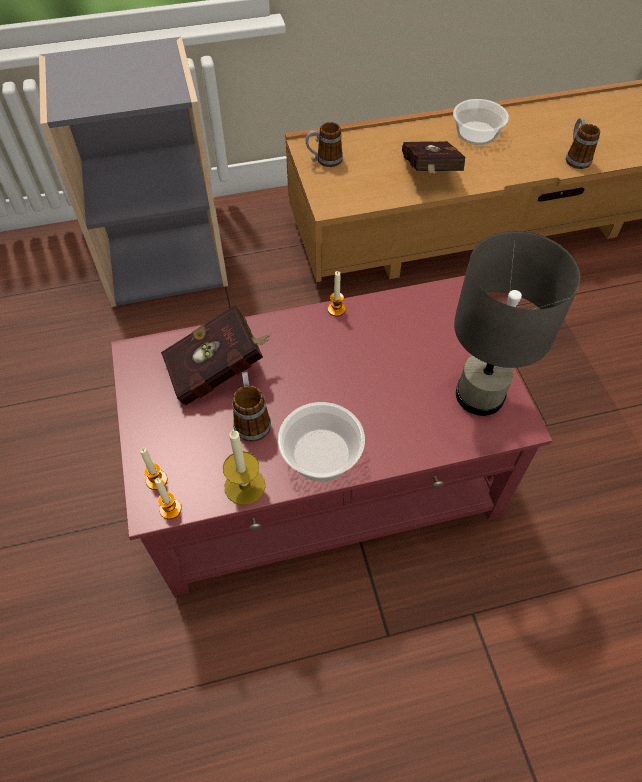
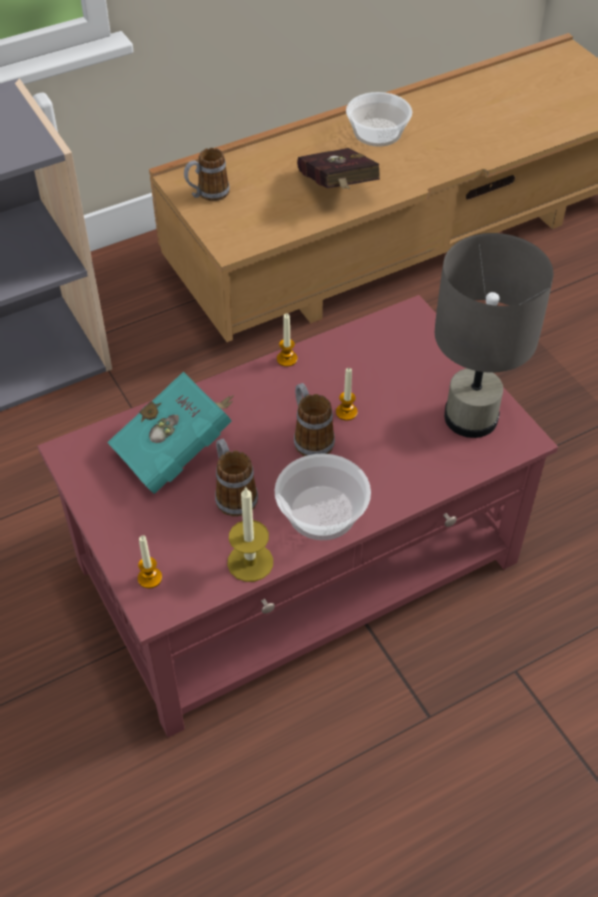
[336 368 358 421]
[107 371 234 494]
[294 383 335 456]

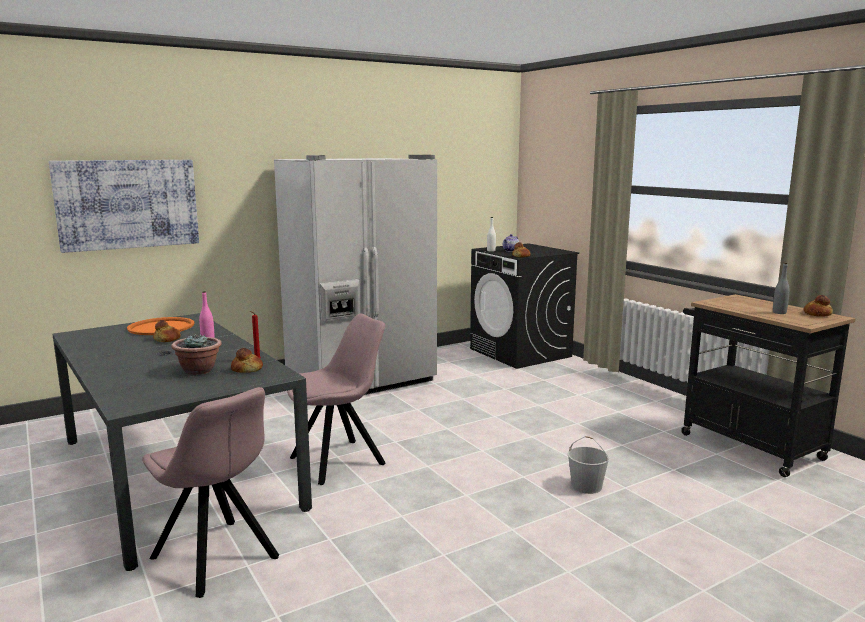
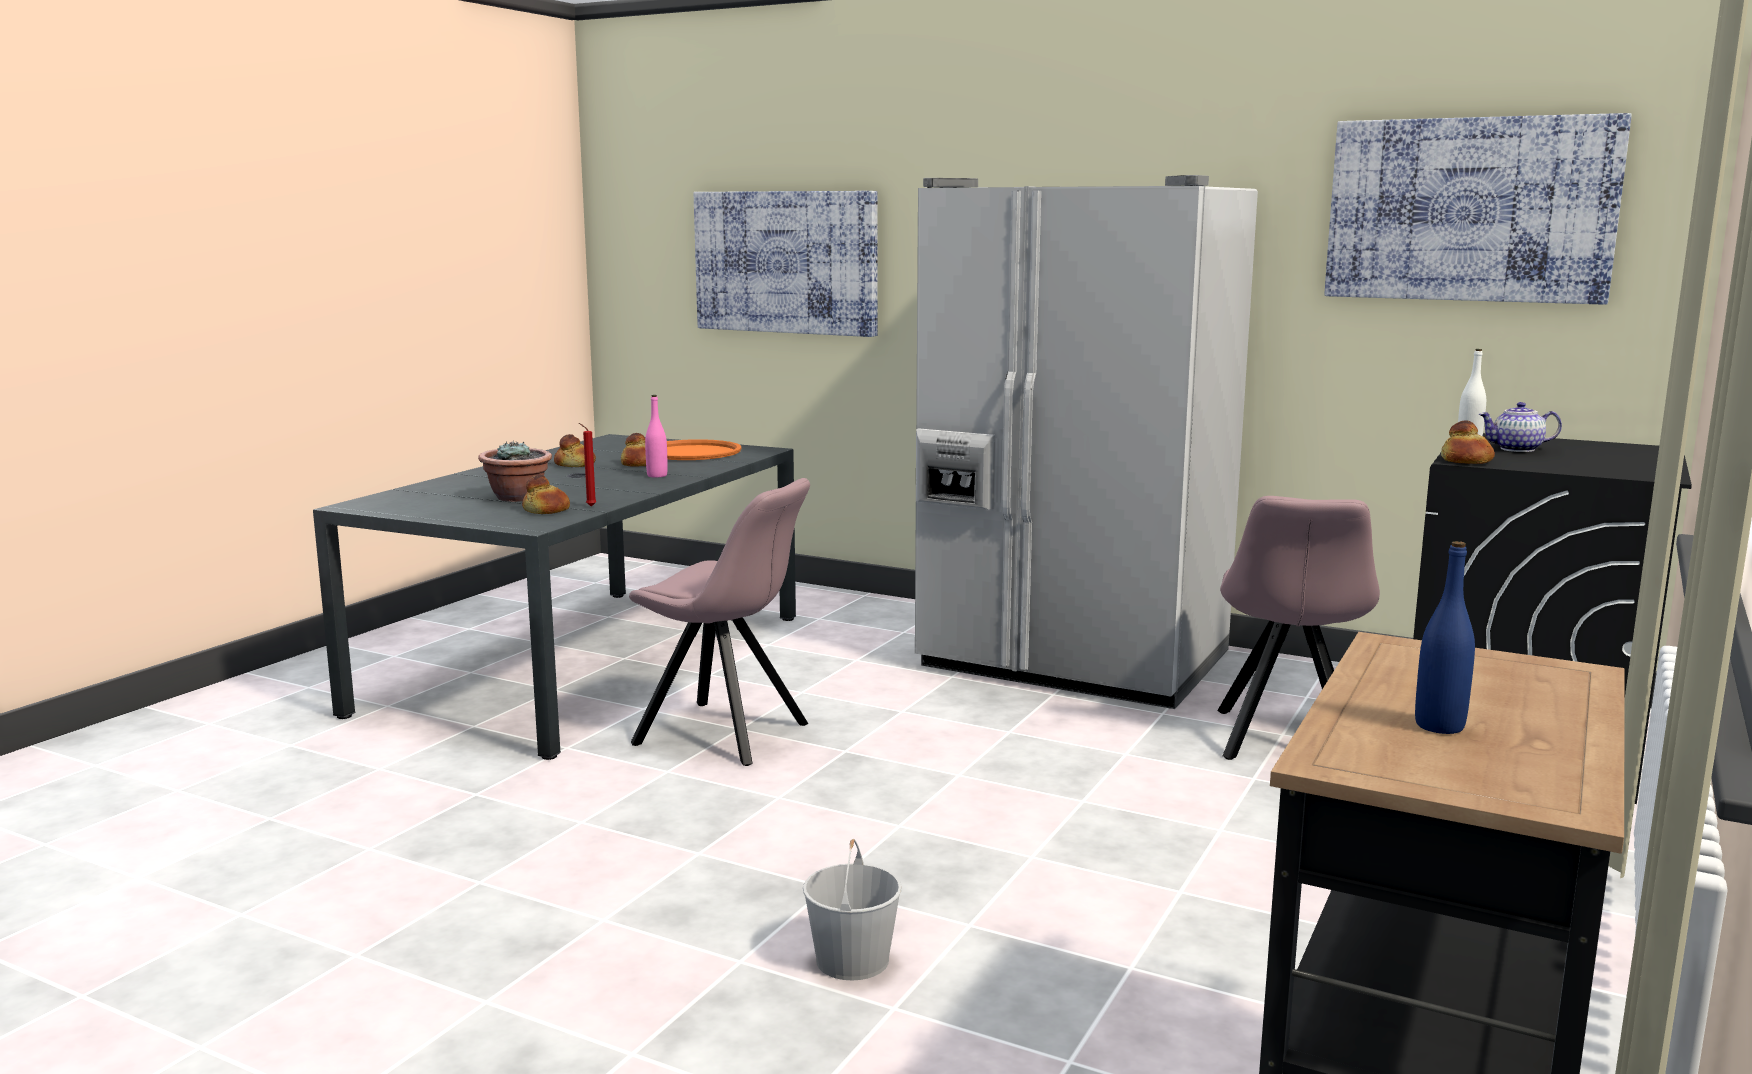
[1217 496 1380 760]
[1415 541 1475 734]
[554 434 596 467]
[1325 113 1631 305]

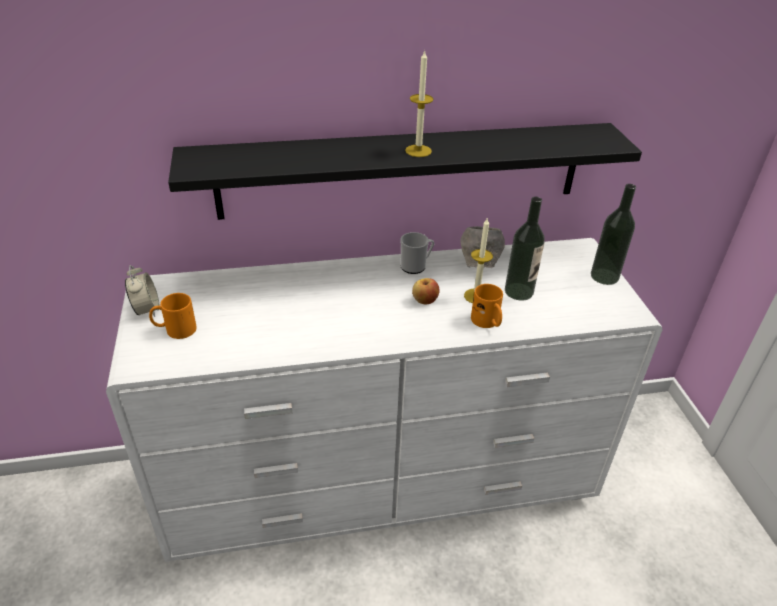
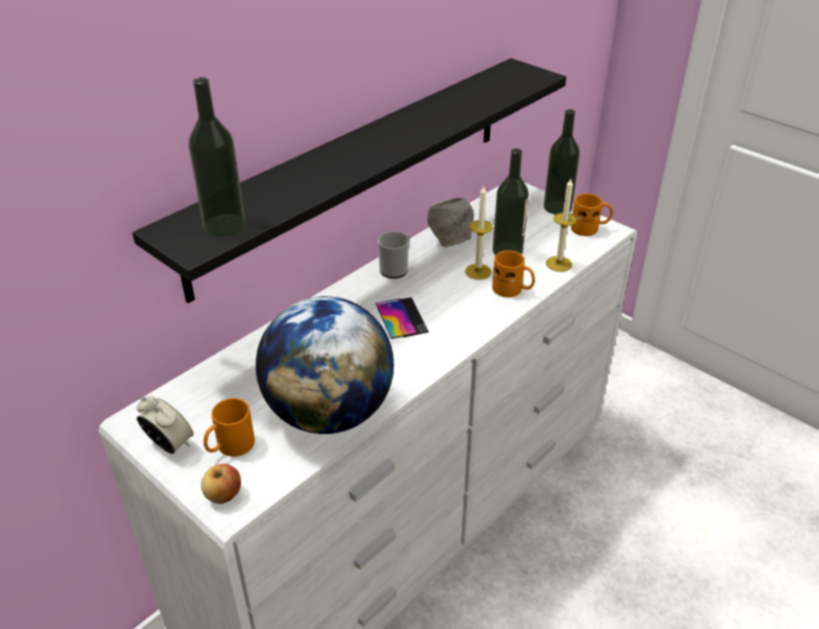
[546 179 577 272]
[201 464 241 504]
[189 77 245 236]
[256 296 394 434]
[375 297 429 339]
[571 194 613 236]

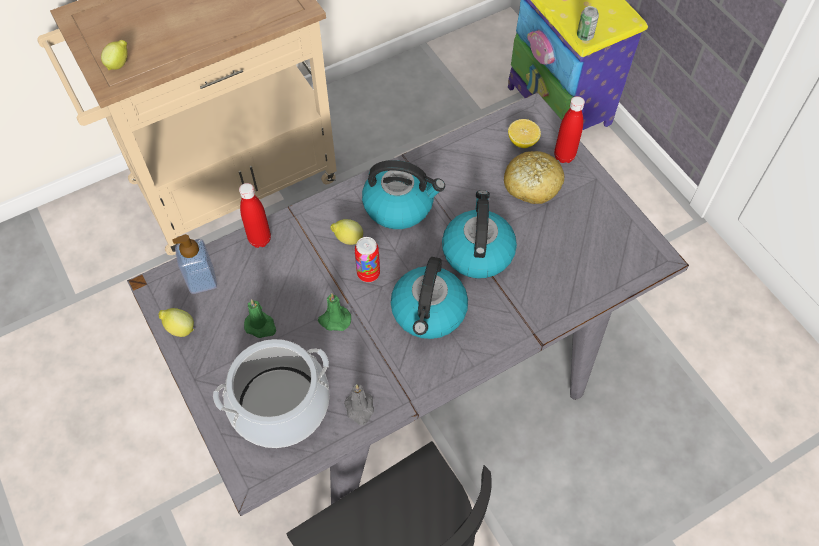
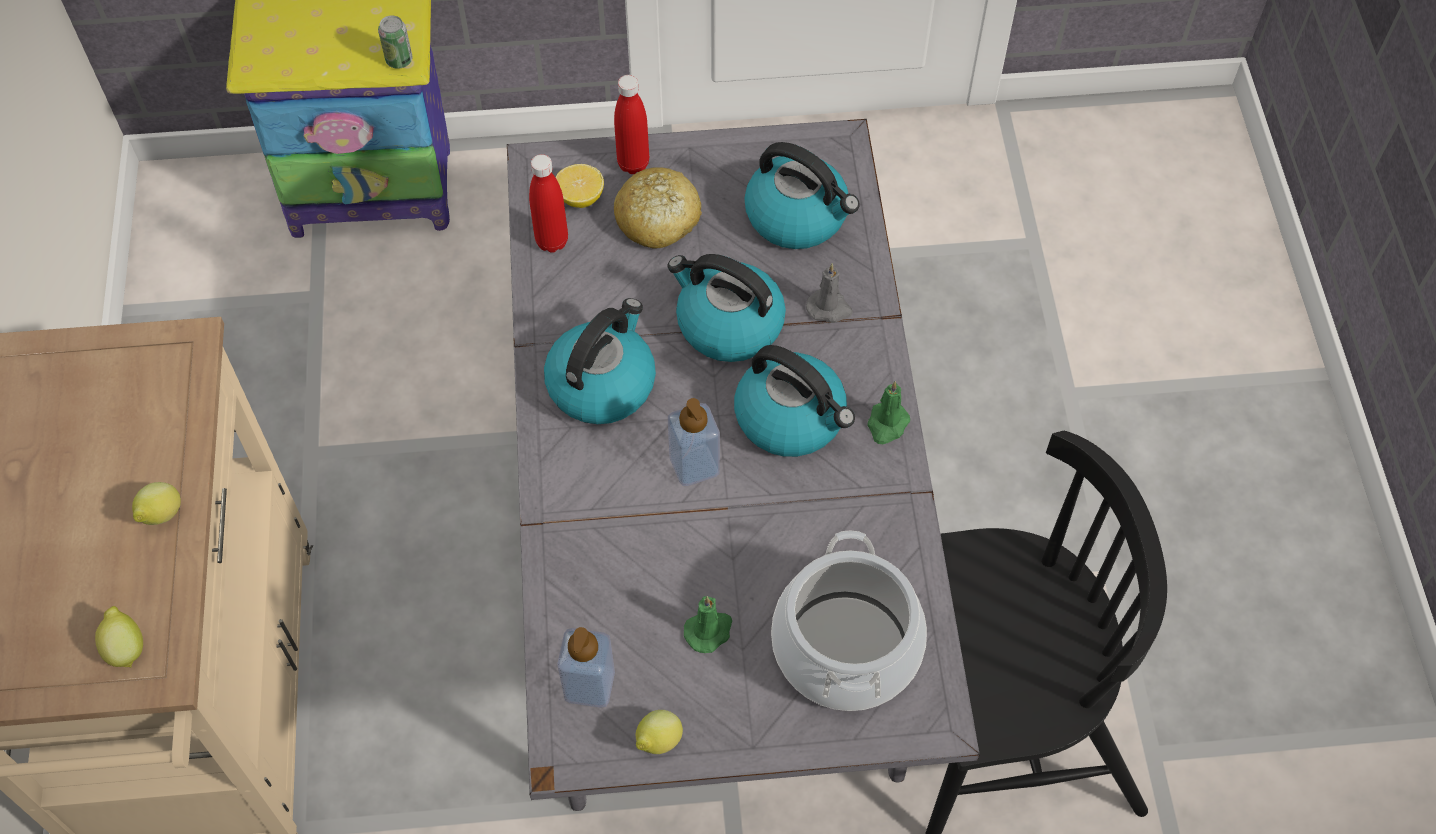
[529 154 568 253]
[867 381 910 444]
[132 482 181 525]
[806 263 853 323]
[668 398 720 486]
[744 142 860 249]

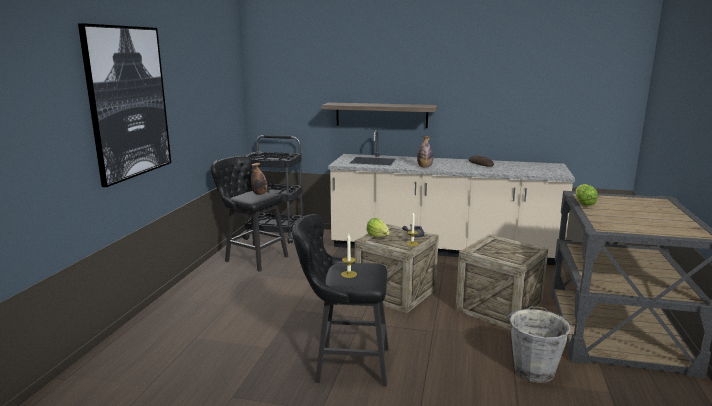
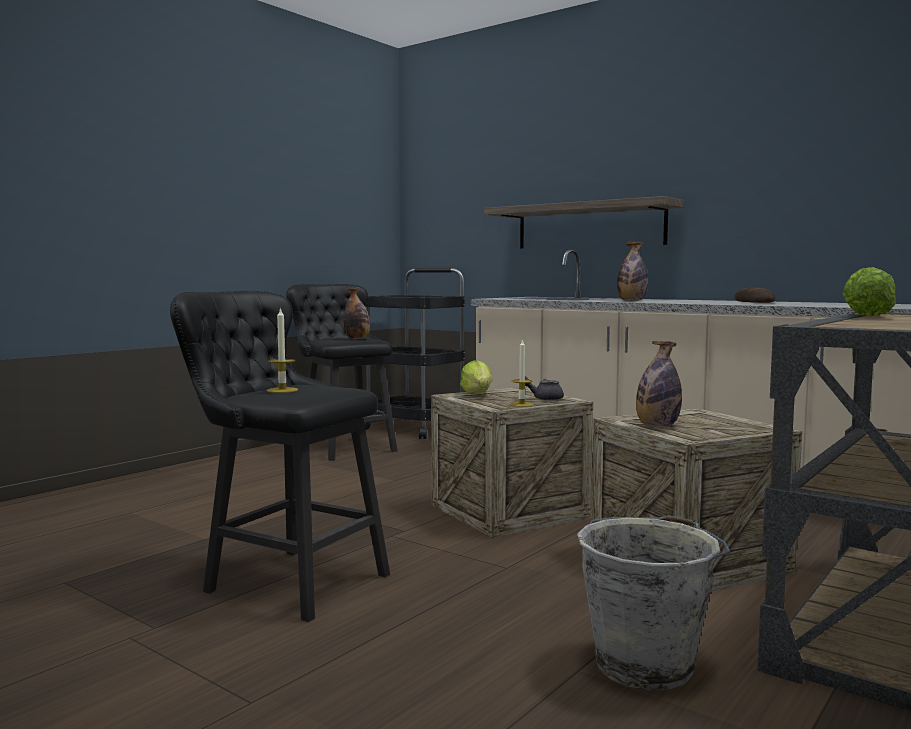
[78 23 171 187] (first image)
[636 341 682 427]

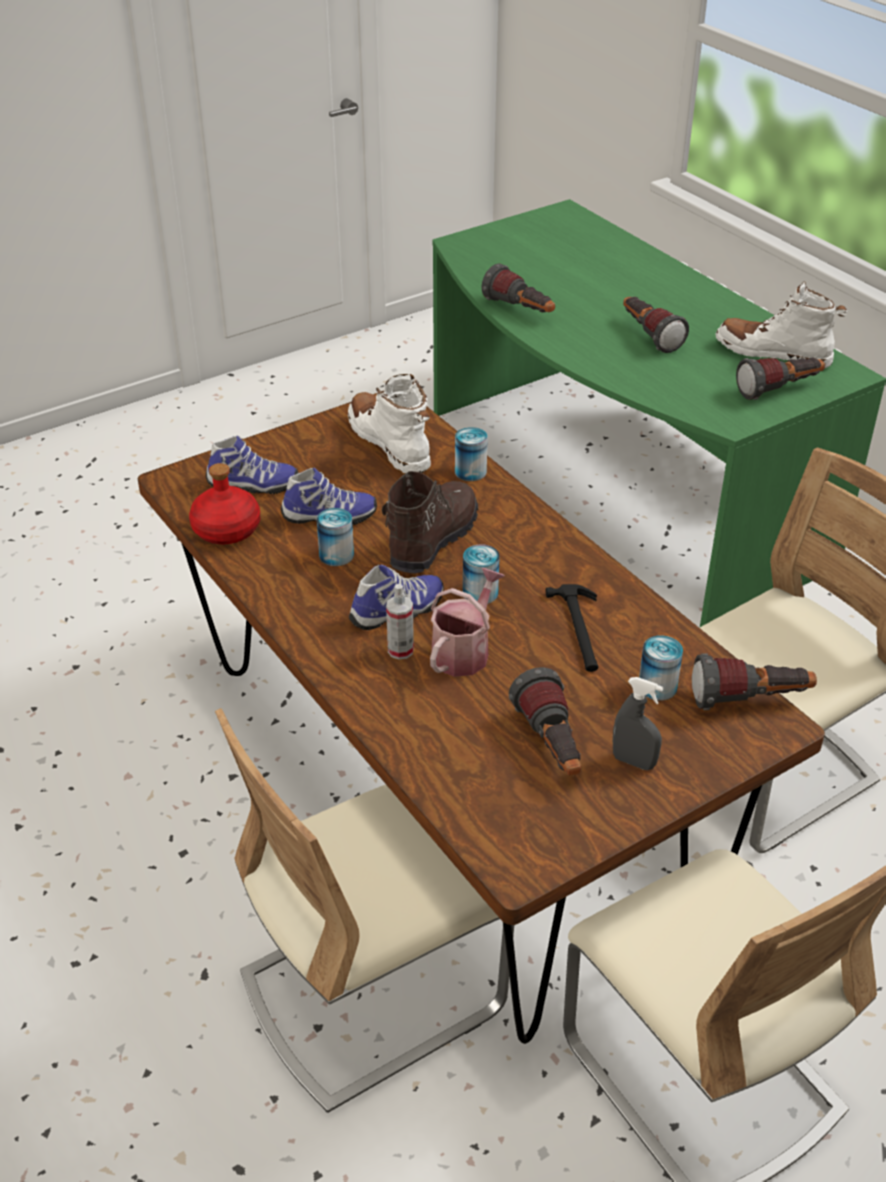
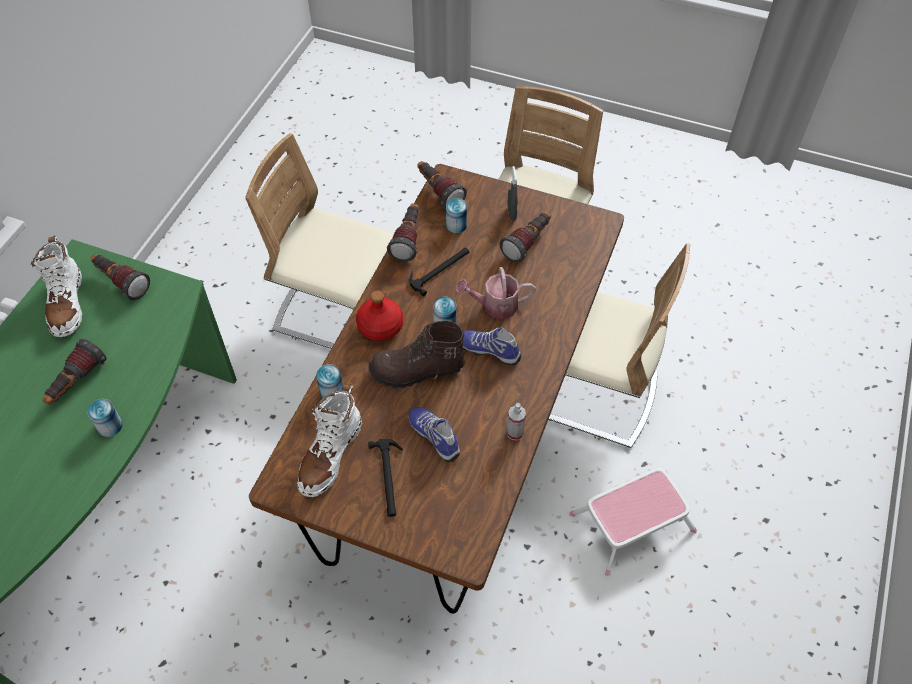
[356 291 403 341]
[206 436 298 494] (first image)
[87 399 123 437]
[507 403 526 441]
[387 204 419 261]
[368 439 403 517]
[569 468 697 576]

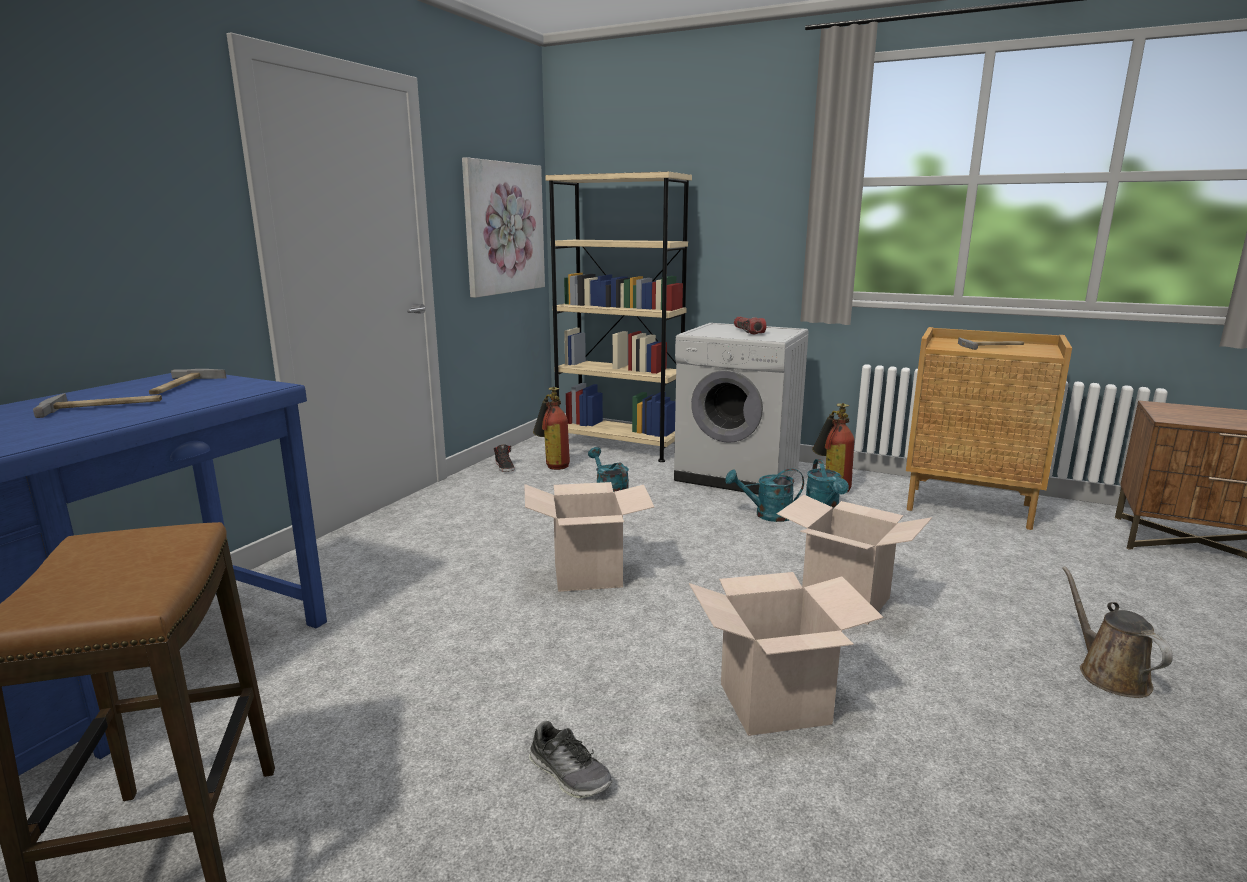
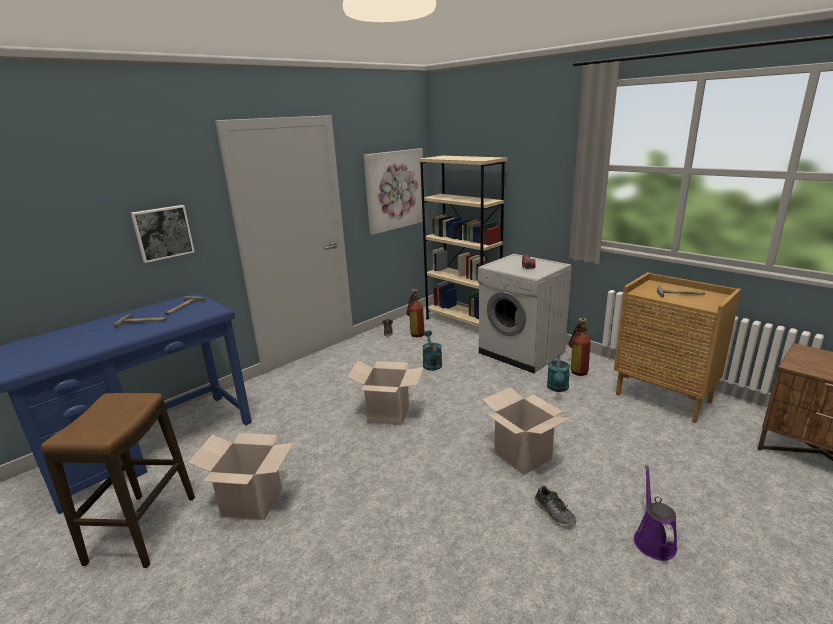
[534 485 577 527]
[188 433 294 520]
[726 468 804 522] (first image)
[634 465 678 561]
[131 205 195 263]

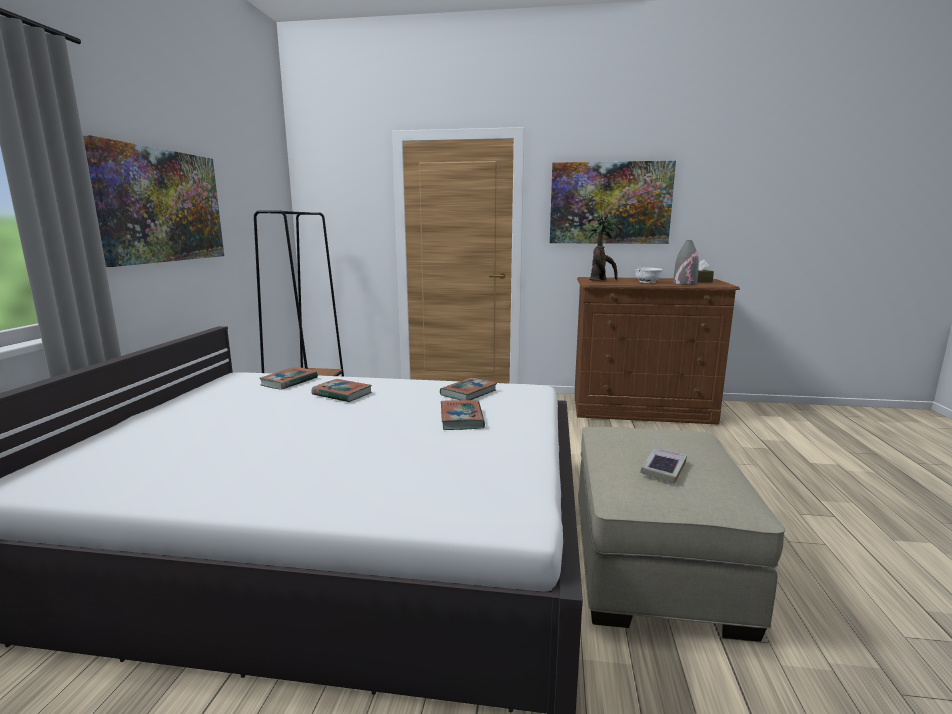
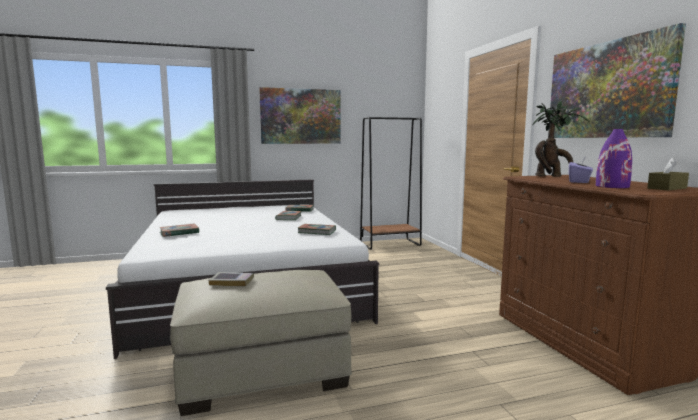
[160 223 199 237]
[569 157 593 183]
[596 129 632 188]

